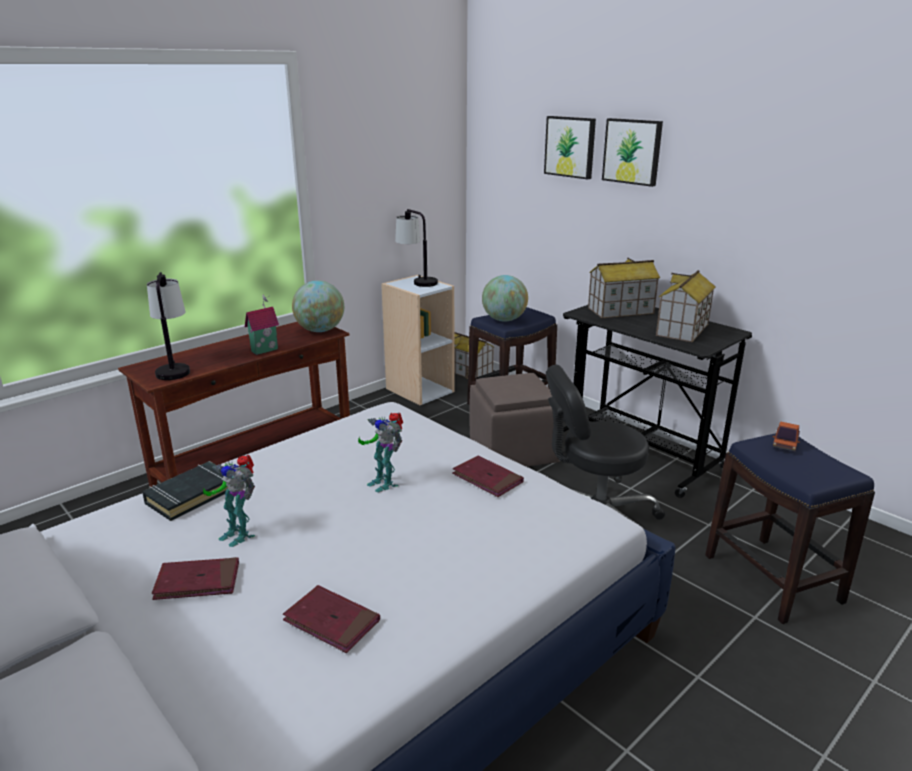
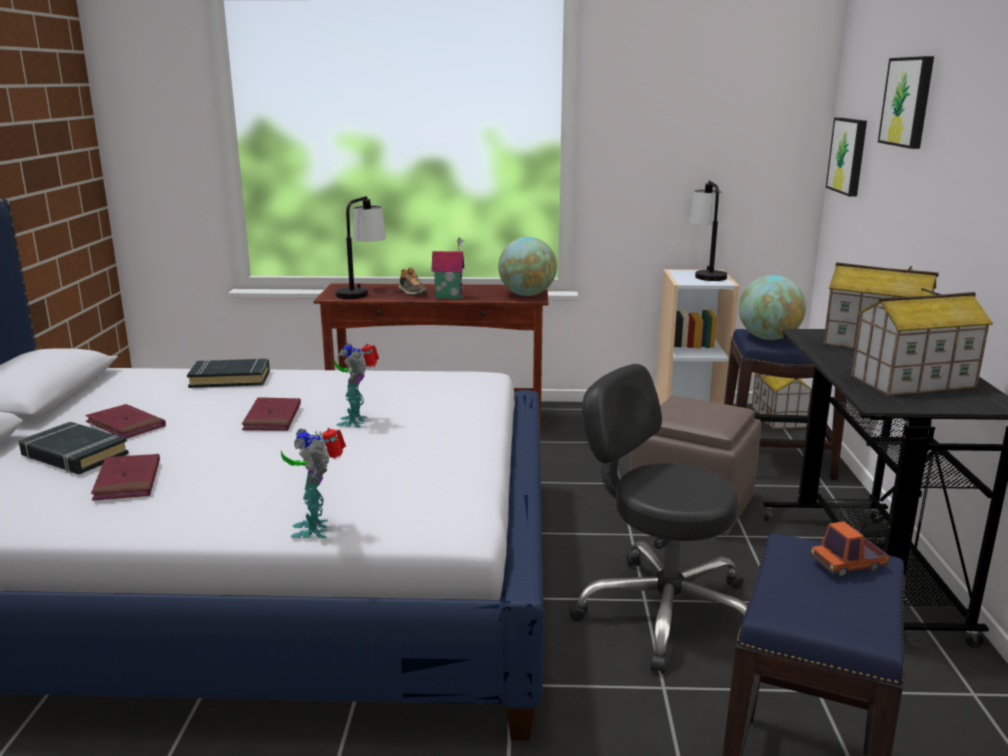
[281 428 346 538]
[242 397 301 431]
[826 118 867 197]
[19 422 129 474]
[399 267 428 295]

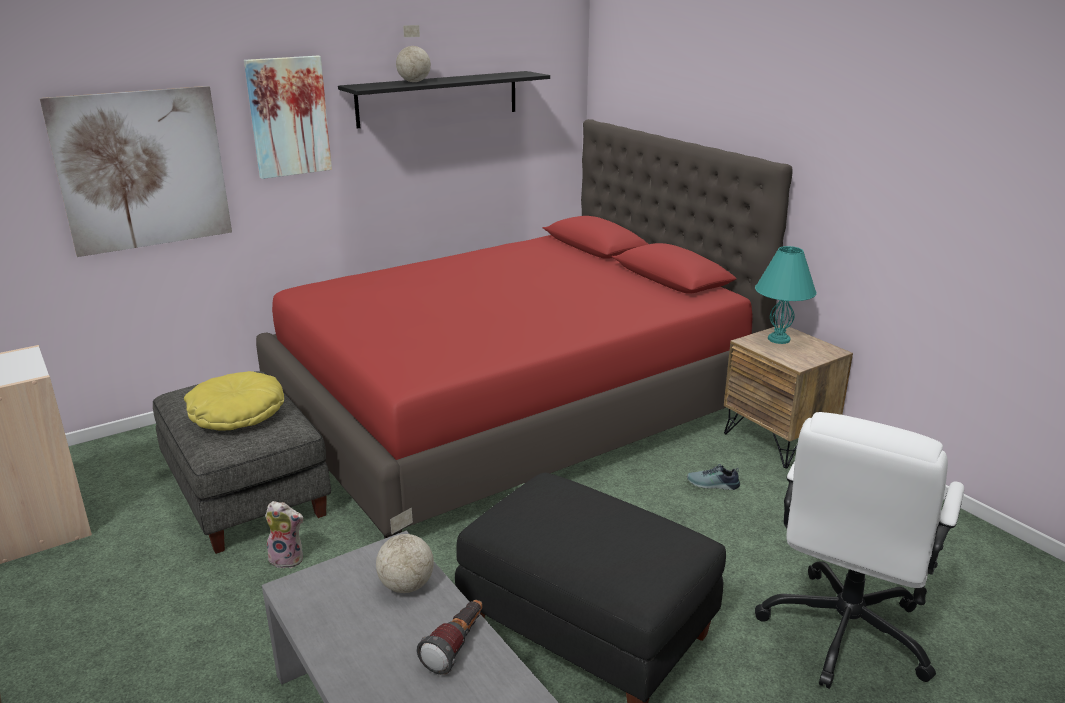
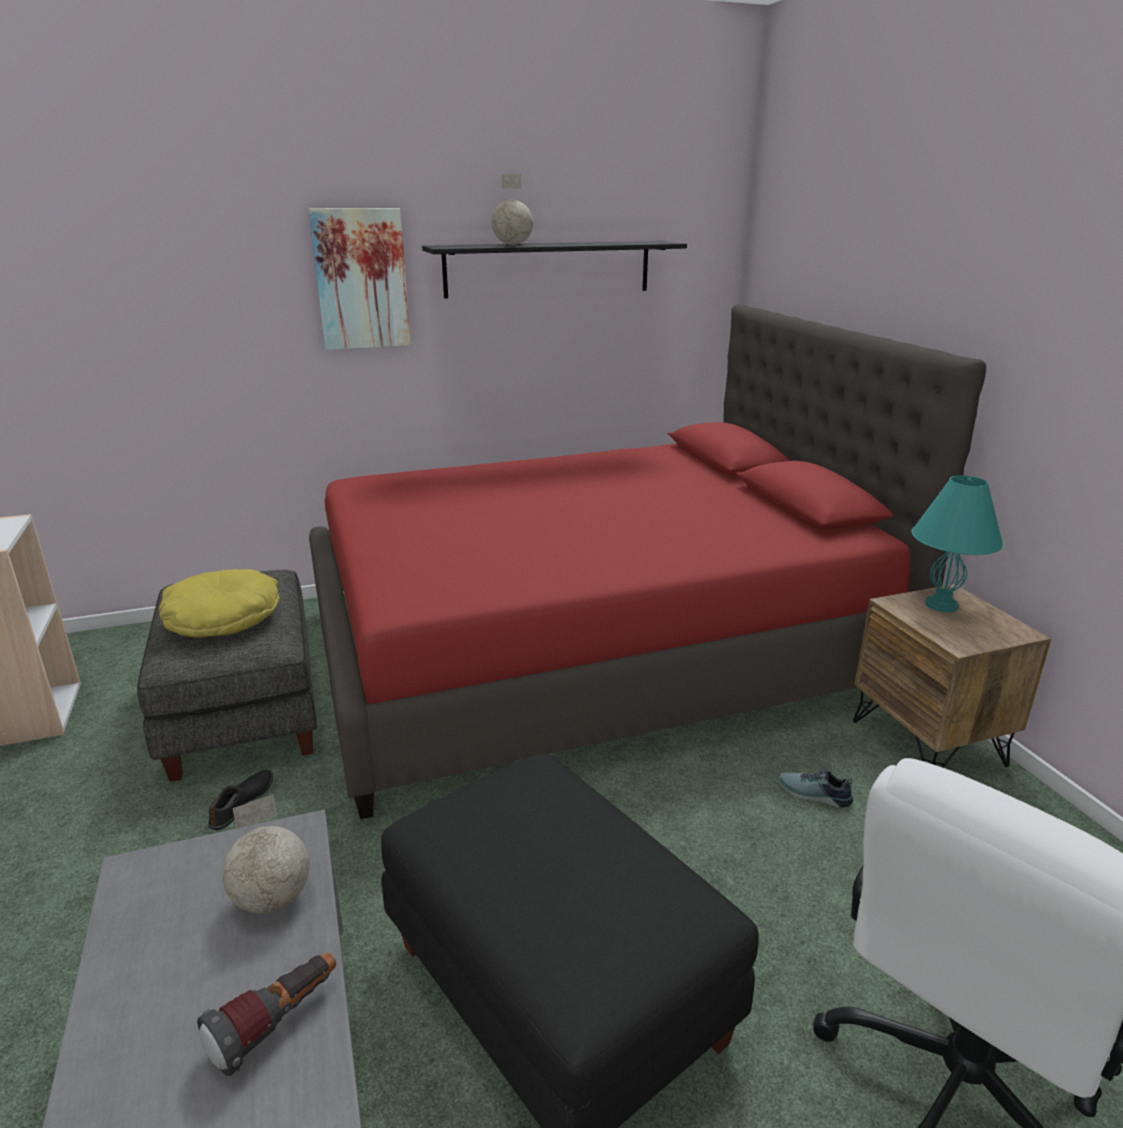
[40 86 232 257] (first image)
[208 770 273 830]

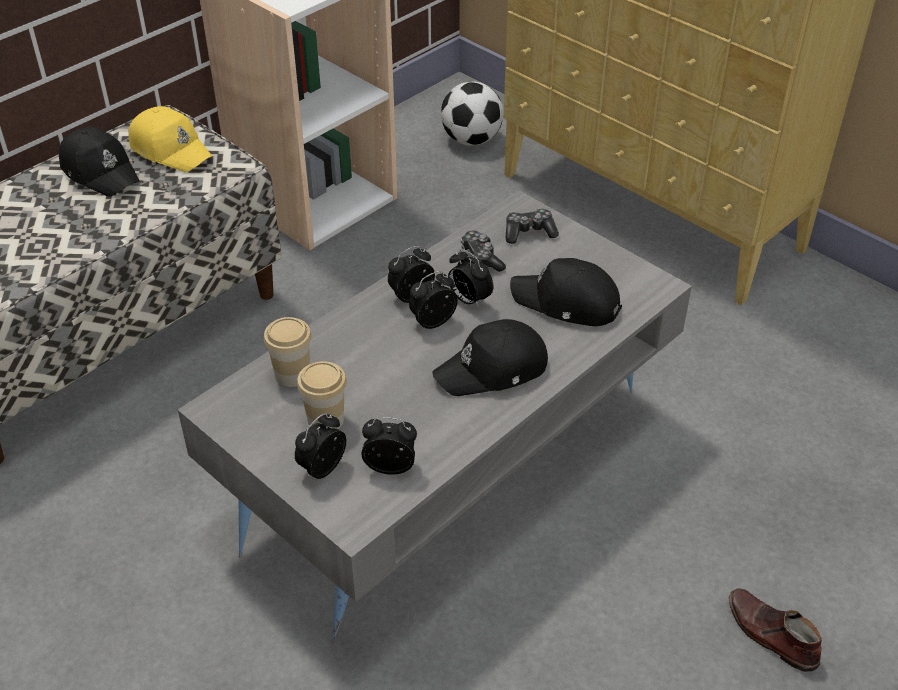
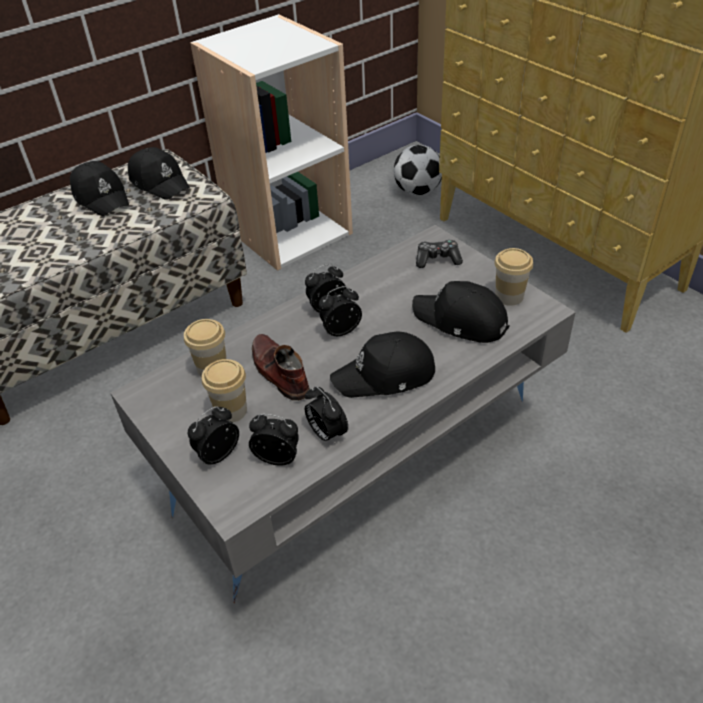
[128 147 190 200]
[305 386 348 444]
[461 231 506 272] (first image)
[252 334 310 401]
[494 248 533 306]

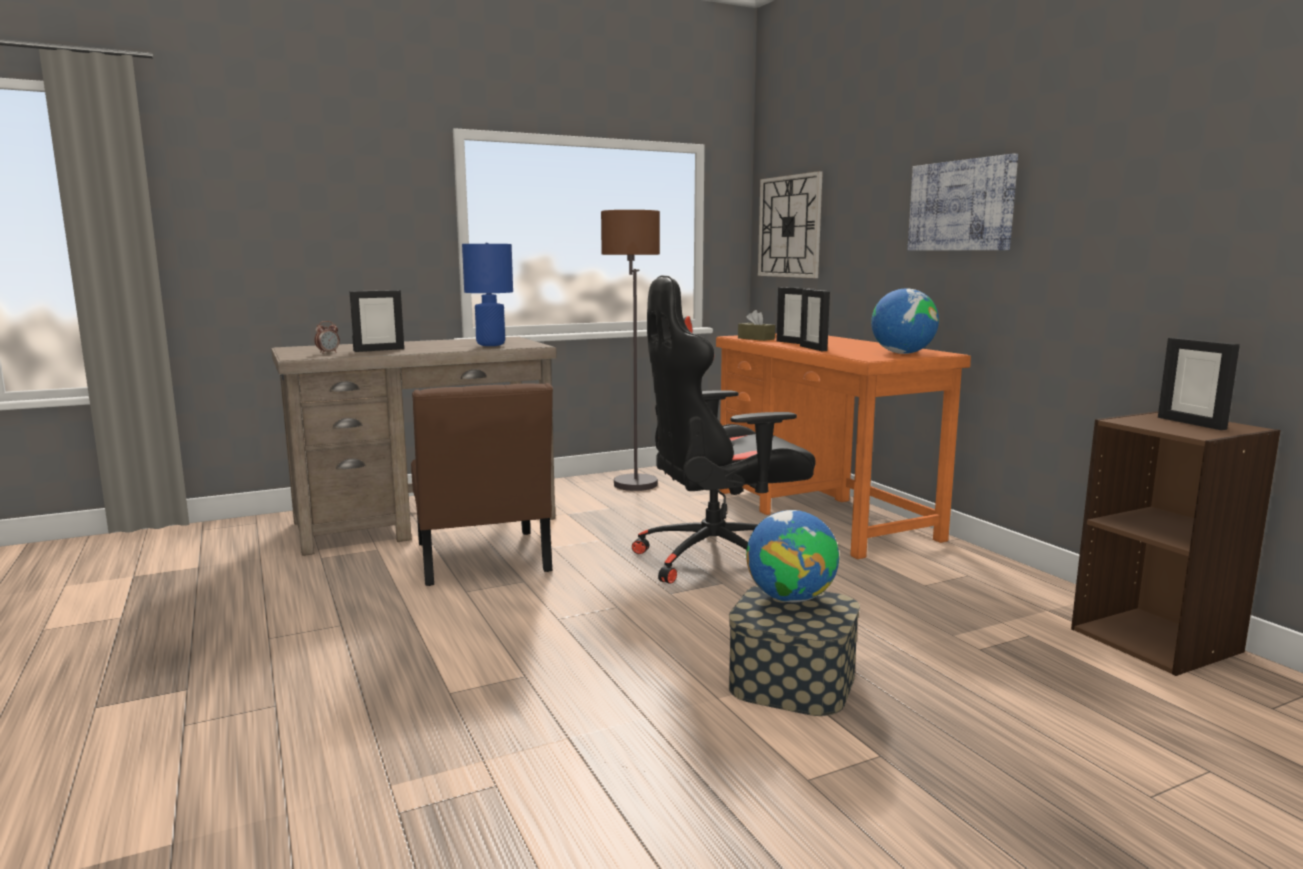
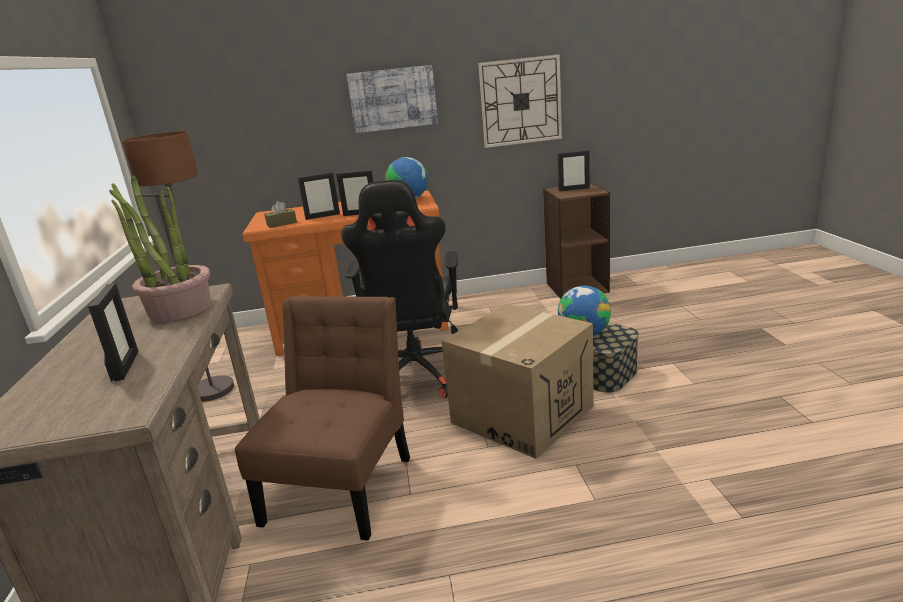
[314 321 340 354] (first image)
[235 296 410 540]
[109 175 211 322]
[478 54 562 148]
[442 303 594 459]

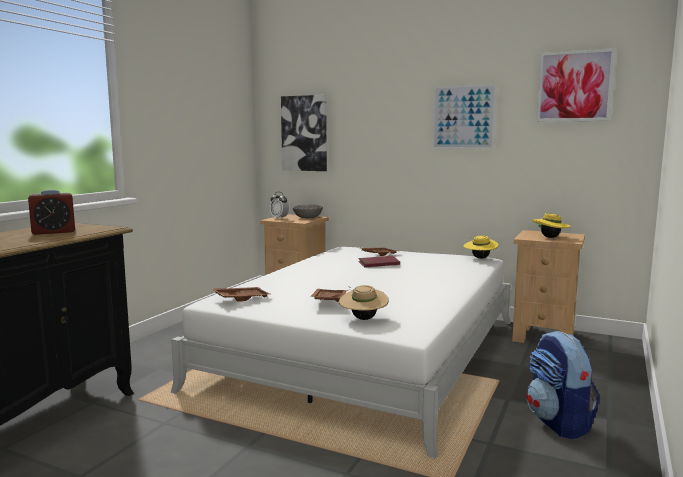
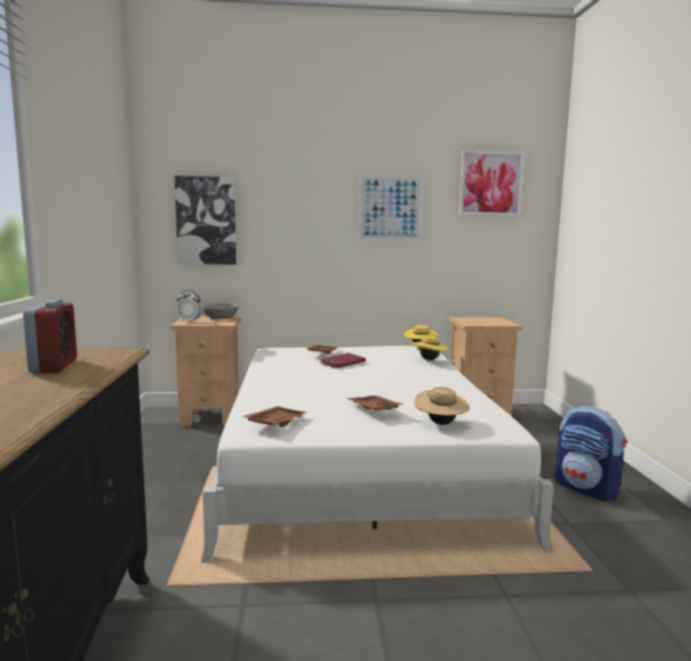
[23 299 77 373]
[412 336 449 360]

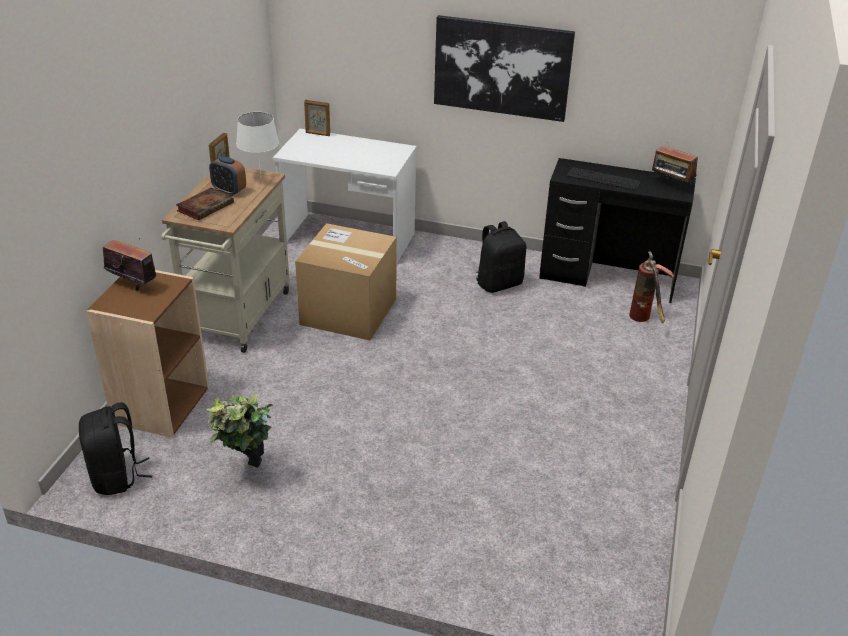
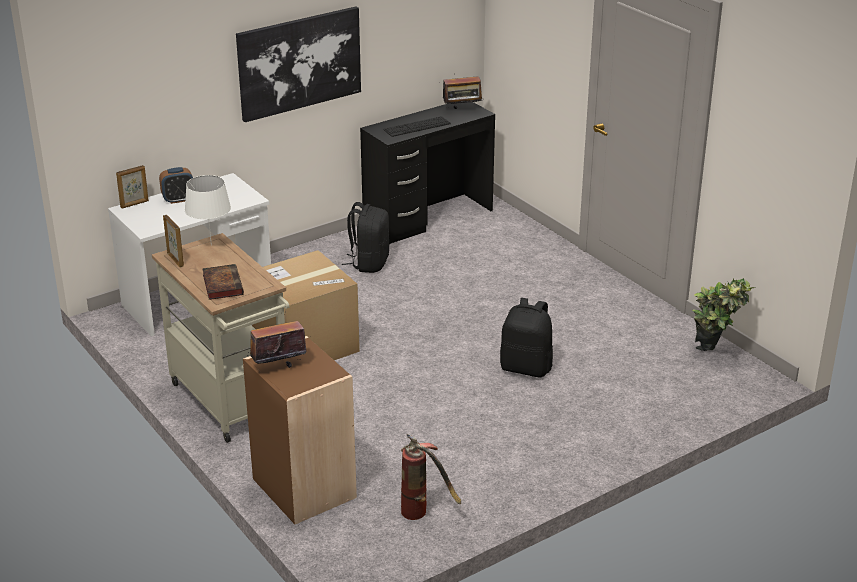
[500 298 553 377]
[692 278 756 351]
[159 167 193 204]
[401 434 461 520]

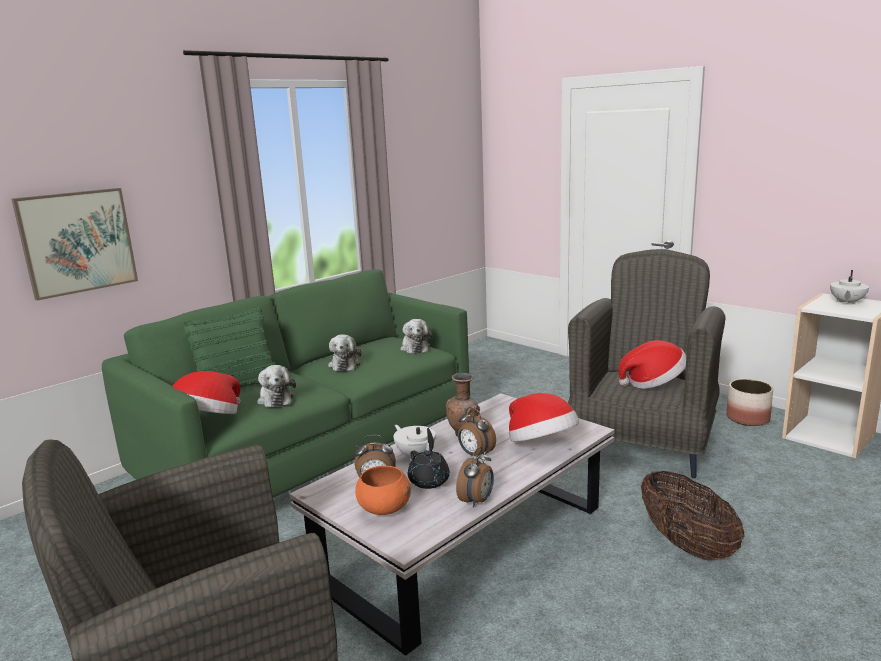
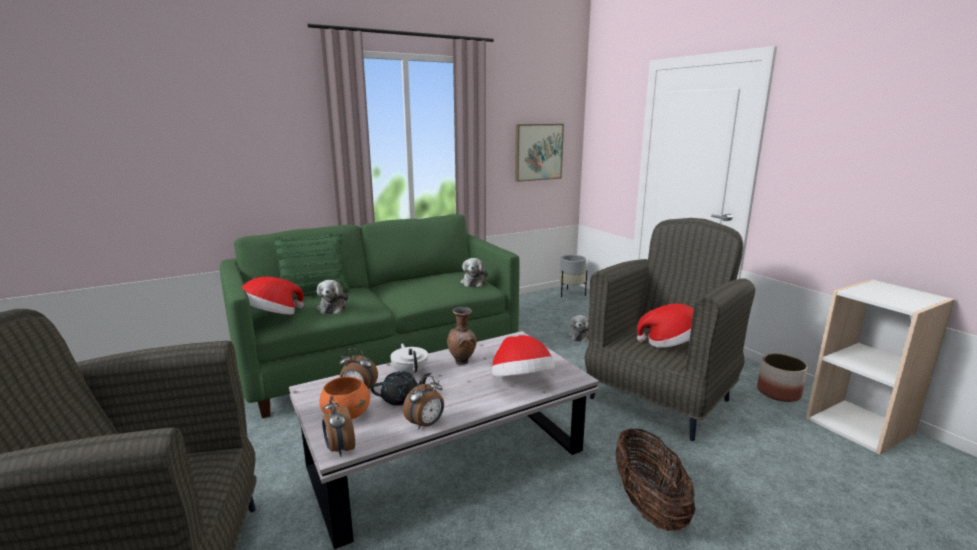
[515 124 564 182]
[567 315 589 342]
[371 371 431 406]
[322 396 355 456]
[830 270 869 305] (first image)
[560 255 587 297]

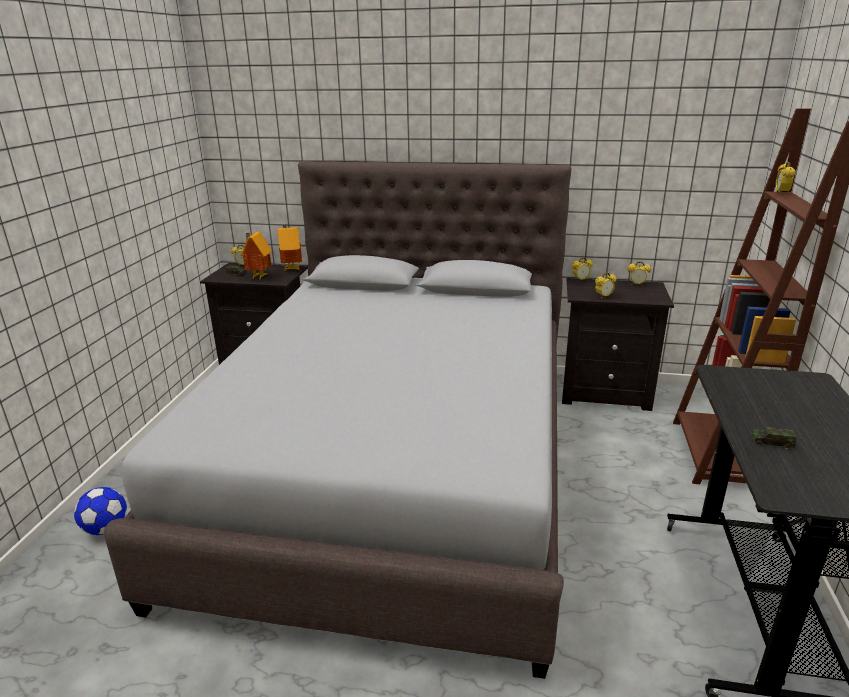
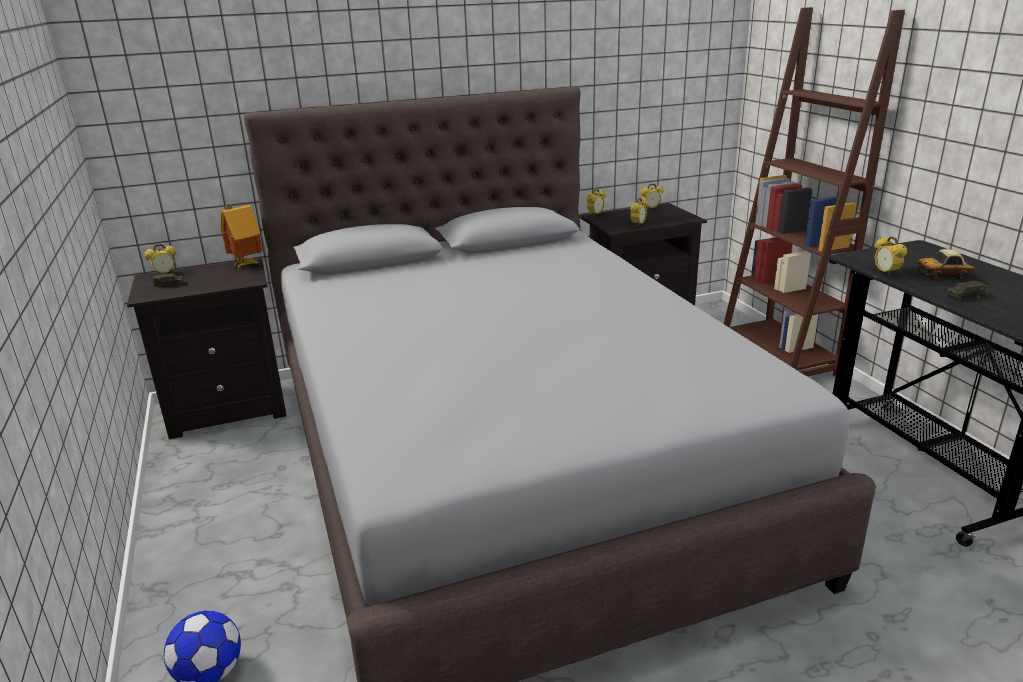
[241 232 272 279] (first image)
[875 236 907 276]
[900 249 991 287]

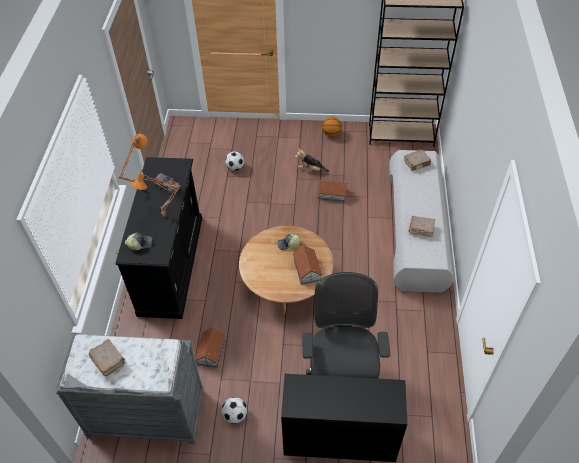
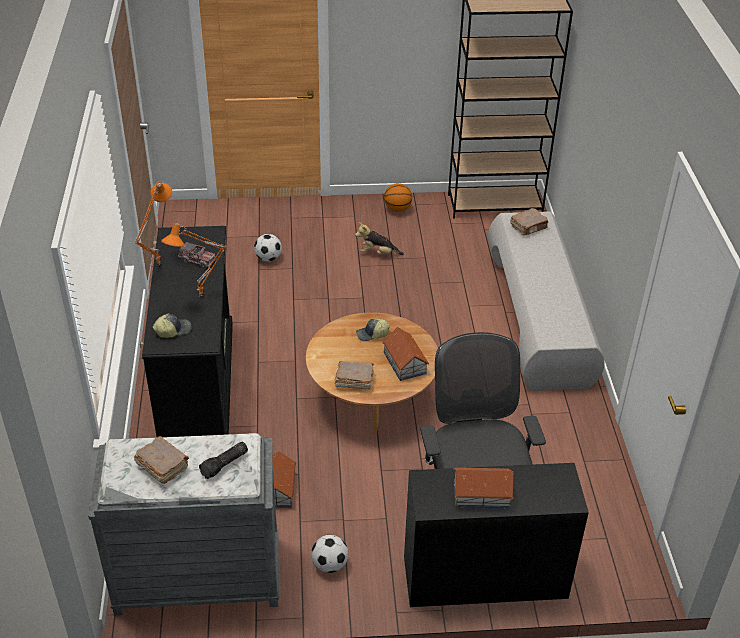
[453 468 514 509]
[335 361 374 390]
[199 442 248 479]

